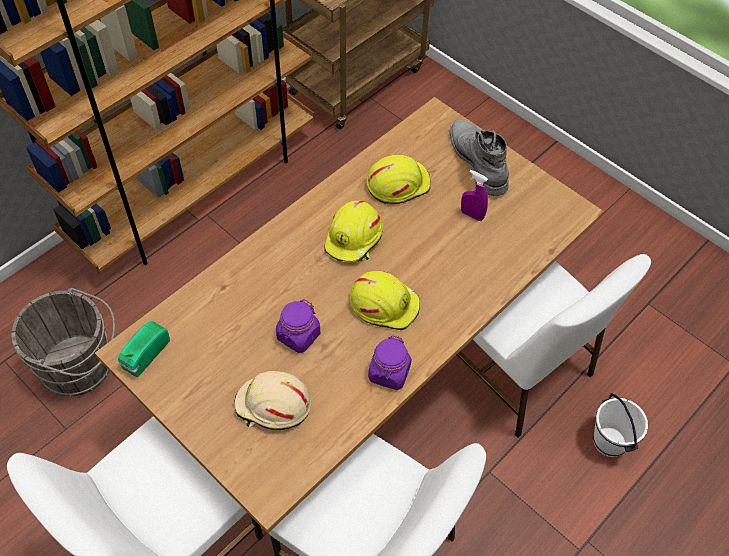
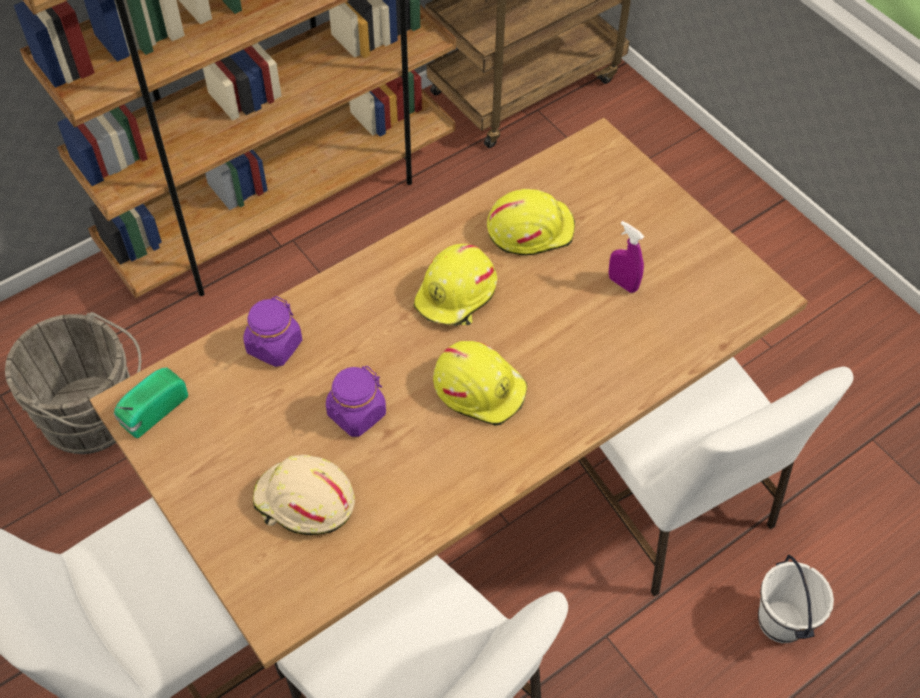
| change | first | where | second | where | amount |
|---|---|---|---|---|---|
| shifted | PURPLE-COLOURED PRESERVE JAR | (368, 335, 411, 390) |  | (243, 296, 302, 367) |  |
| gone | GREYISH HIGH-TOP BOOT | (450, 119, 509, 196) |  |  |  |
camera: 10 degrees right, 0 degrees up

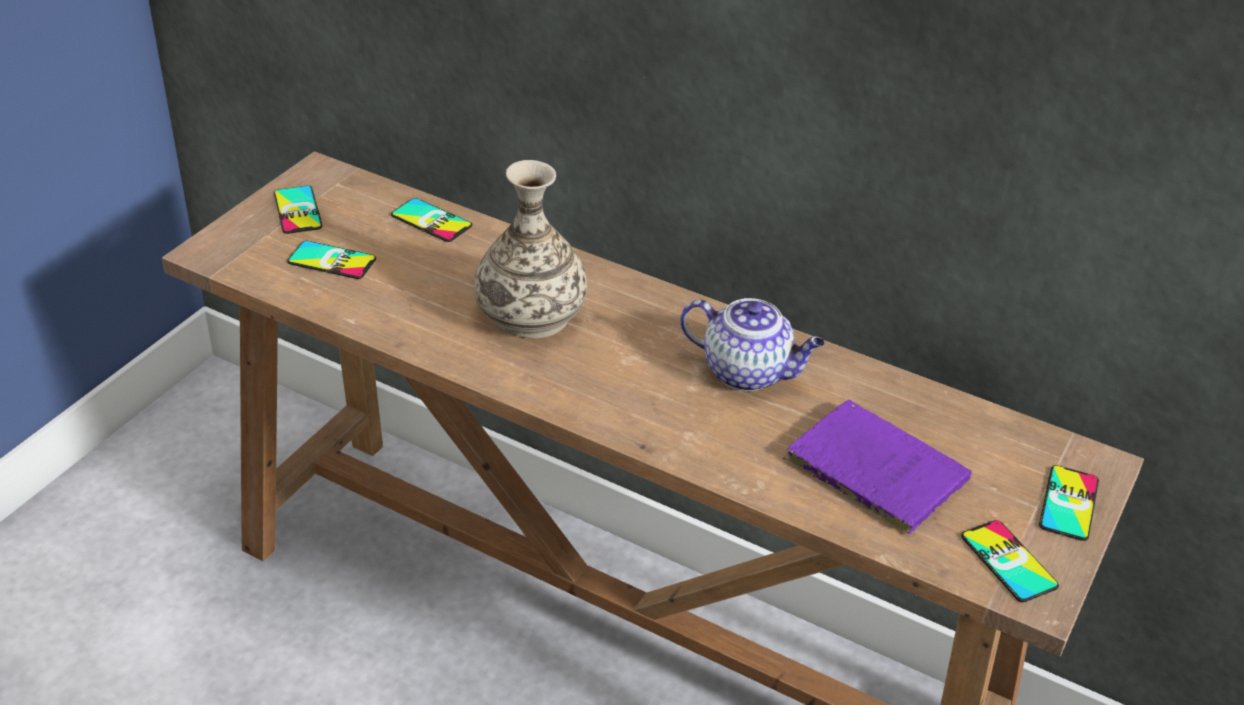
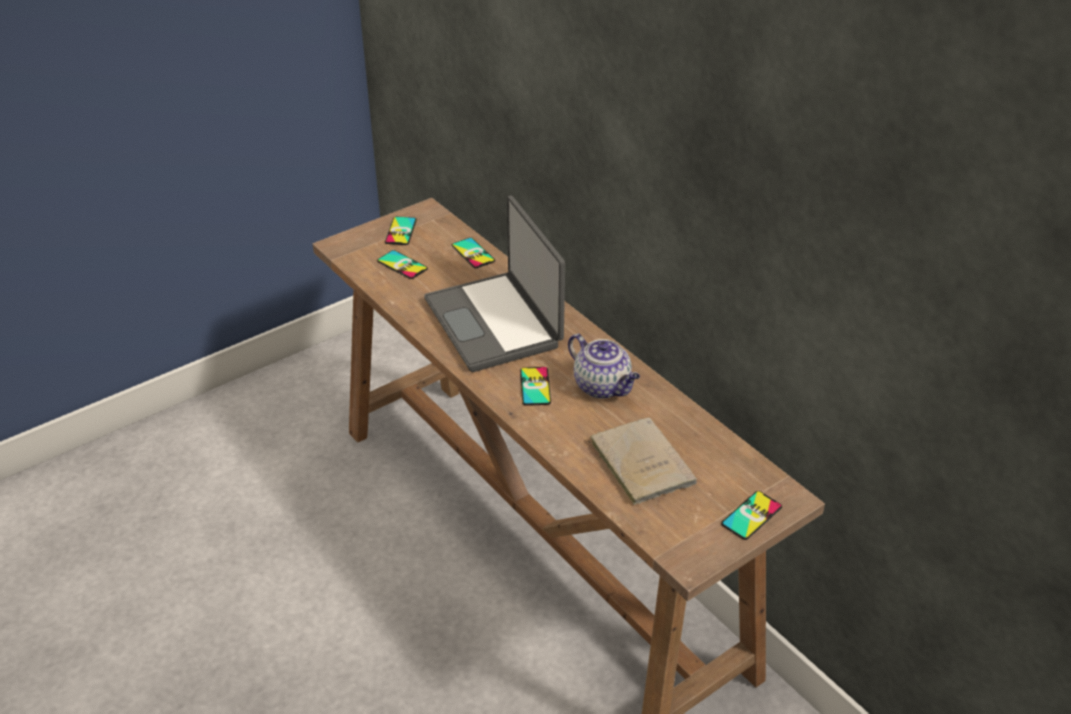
| change | first | where | second | where | amount |
|---|---|---|---|---|---|
| swapped | VASE | (474, 160, 587, 339) | PORTABLE COMPUTER | (424, 195, 565, 372) |  |
| repainted | PURPLE-COLOURED BOUND BOOK | (782, 400, 972, 535) | SAND-COLOURED BOUND BOOK | (588, 418, 697, 505) |  |
| shifted | HANDSET | (961, 520, 1059, 602) |  | (520, 367, 551, 406) |  |
camera: 25 degrees right, 0 degrees up

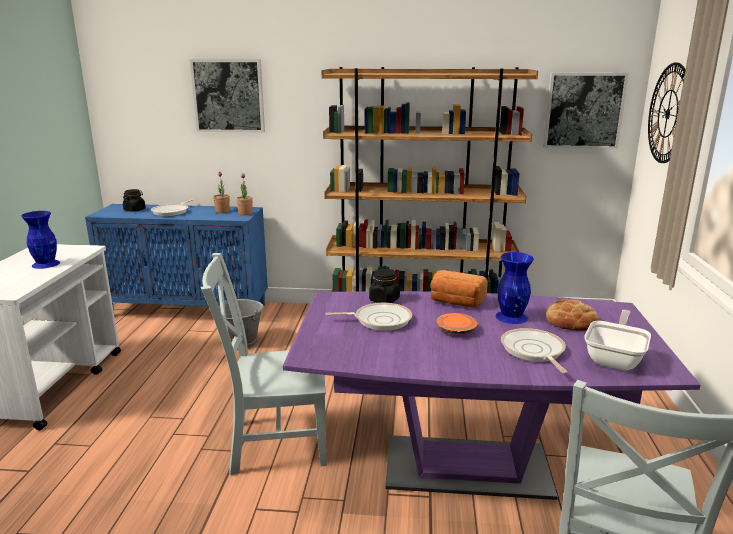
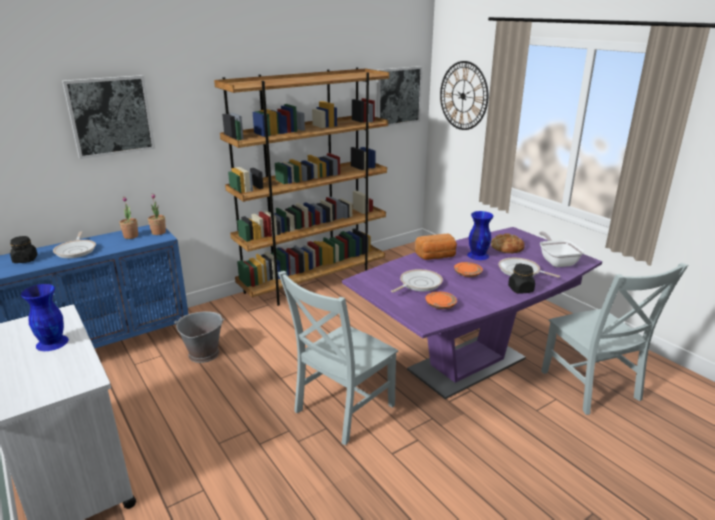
| change | first | where | second | where | amount |
|---|---|---|---|---|---|
| shifted | BLACKISH PRESERVE JAR | (369, 269, 400, 303) |  | (508, 263, 535, 293) |  |
| new |  |  | ORANGE FLAT DISH | (425, 292, 457, 309) |  |
camera: 40 degrees left, 5 degrees up

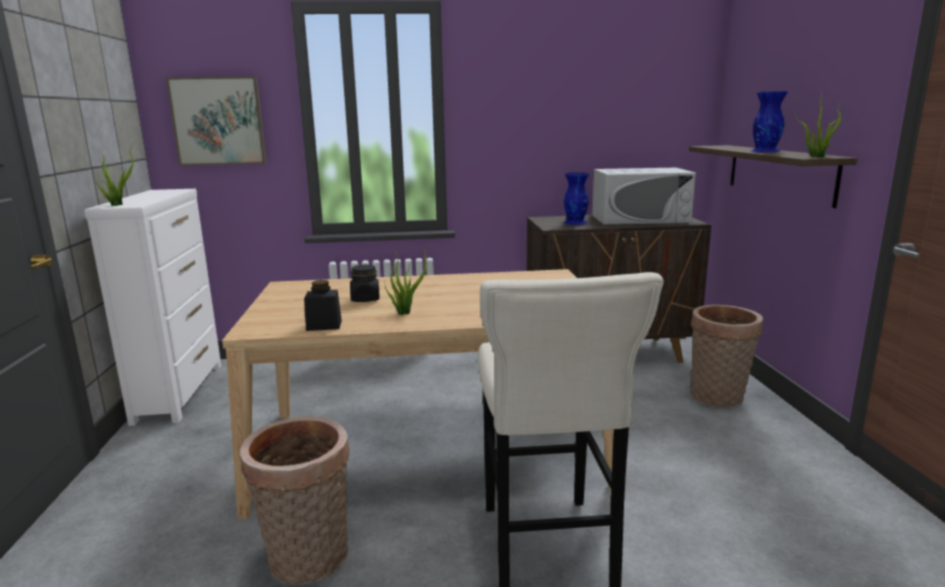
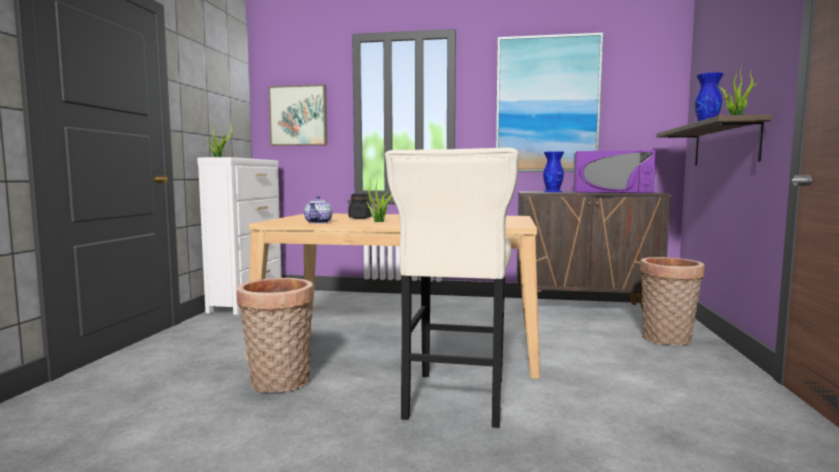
| change | first | where | second | where | amount |
|---|---|---|---|---|---|
| swapped | BLACKISH PRESERVE JAR | (304, 280, 342, 331) | TEAPOT | (304, 196, 332, 224) |  |
| repainted | WHITE MICROWAVE OVEN | (592, 168, 696, 225) | PURPLE-COLOURED MICROWAVE OVEN | (573, 150, 656, 193) |  |
| new |  |  | WALL PICTURE | (496, 33, 603, 172) |  |
camera: 15 degrees right, 10 degrees down

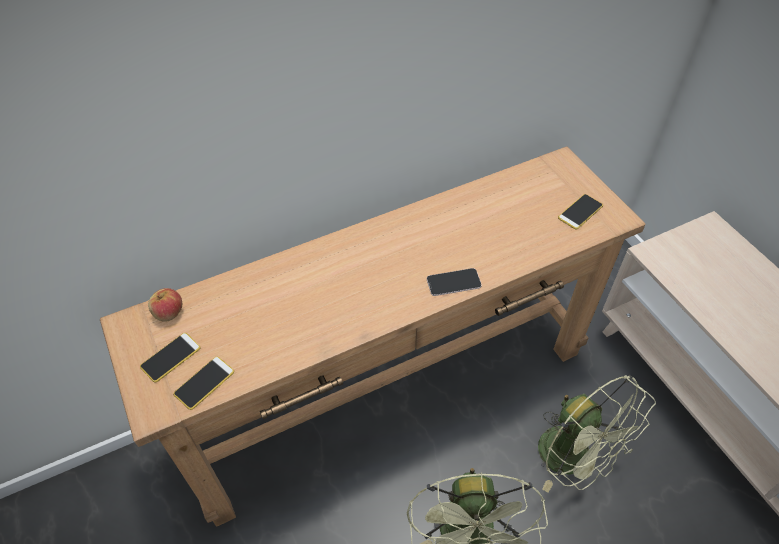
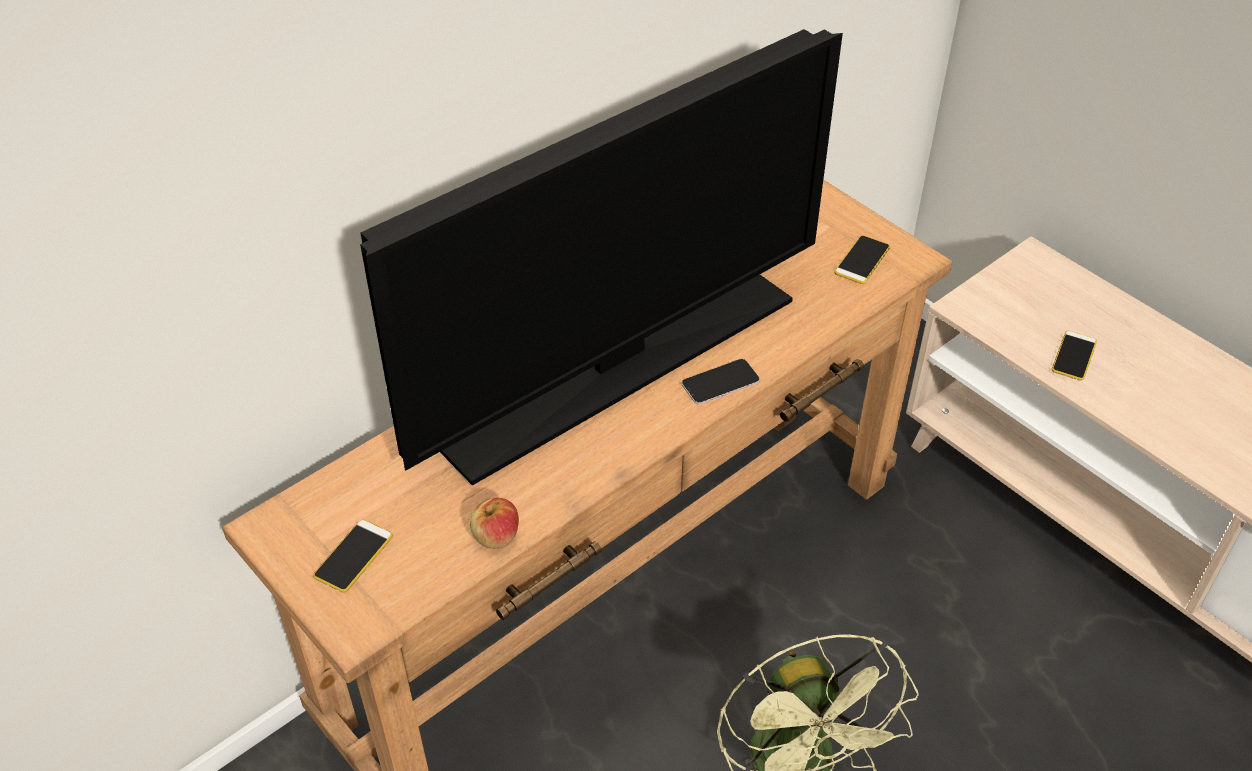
| change | first | where | second | where | amount |
|---|---|---|---|---|---|
| shifted | APPLE FRUIT | (148, 288, 182, 322) |  | (470, 498, 519, 549) |  |
| shifted | HANDSET | (173, 357, 234, 410) |  | (1052, 331, 1097, 381) |  |
| gone | GREEN-COLOURED FAN | (538, 375, 656, 493) |  |  |  |
| new |  |  | TELEVISION | (360, 29, 843, 486) |  |
camera: 15 degrees left, 5 degrees down

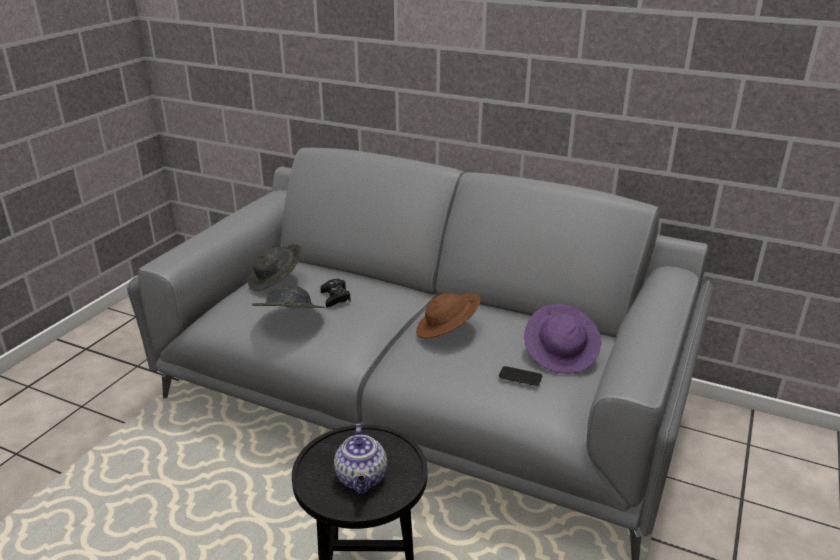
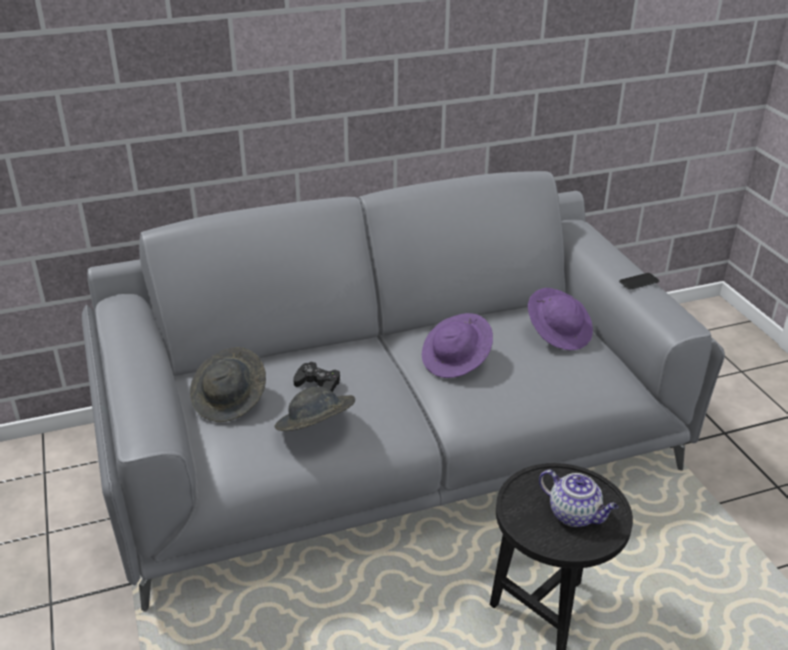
| change | first | where | second | where | amount |
|---|---|---|---|---|---|
| repainted | BROWNISH HAT | (416, 293, 481, 338) | PURPLE-COLOURED HAT | (422, 313, 493, 378) |  |
| shifted | HANDSET | (499, 366, 542, 386) |  | (619, 273, 659, 290) |  |
camera: 45 degrees left, 5 degrees up

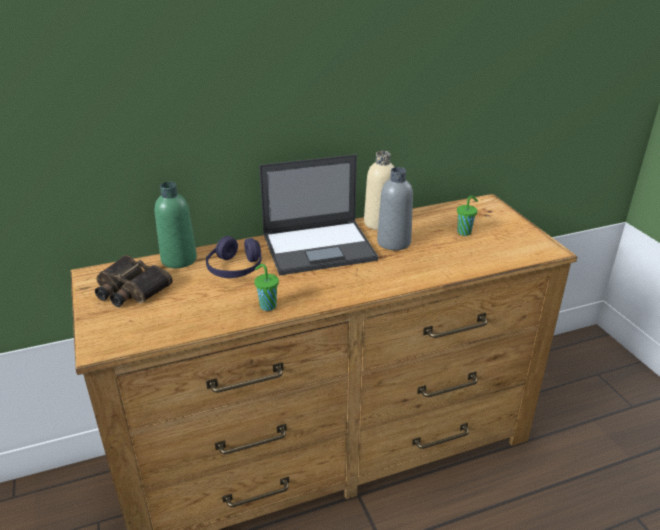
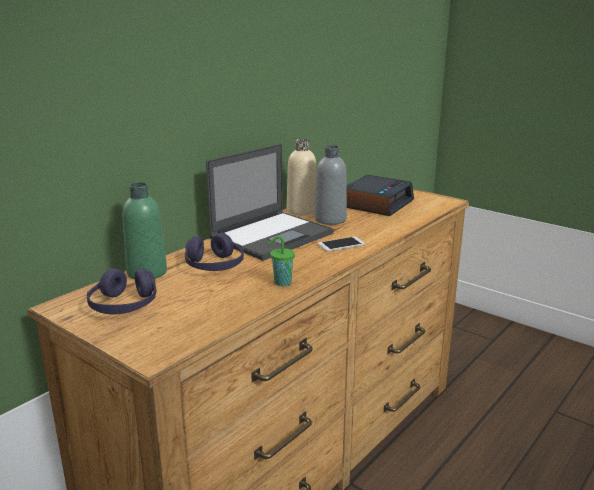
| change | first | where | second | where | amount |
|---|---|---|---|---|---|
| swapped | PAIR OF BINOCULARS | (95, 255, 173, 307) | PURPLE-COLOURED HEADPHONES | (87, 268, 157, 315) |  |
| swapped | GREEN-COLOURED DRINKING CUP | (457, 195, 478, 236) | BEDSIDE CLOCK | (347, 175, 414, 216) |  |
| new |  |  | HANDSET | (318, 236, 365, 252) |  |
camera: 30 degrees left, 10 degrees down

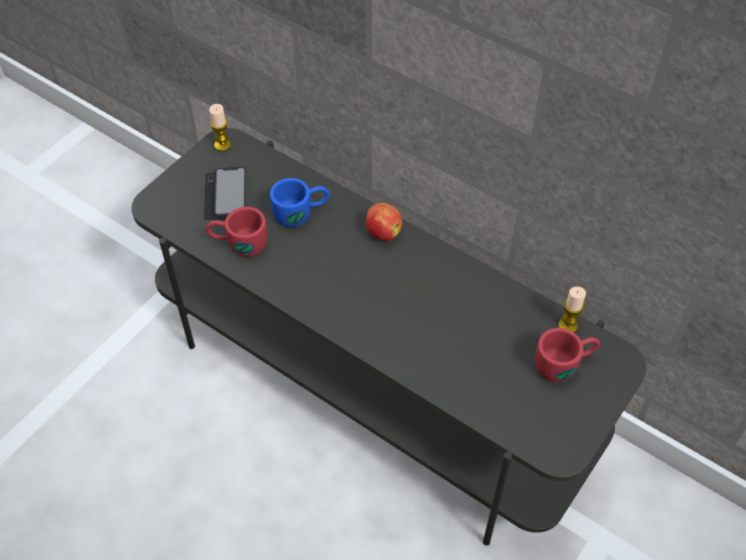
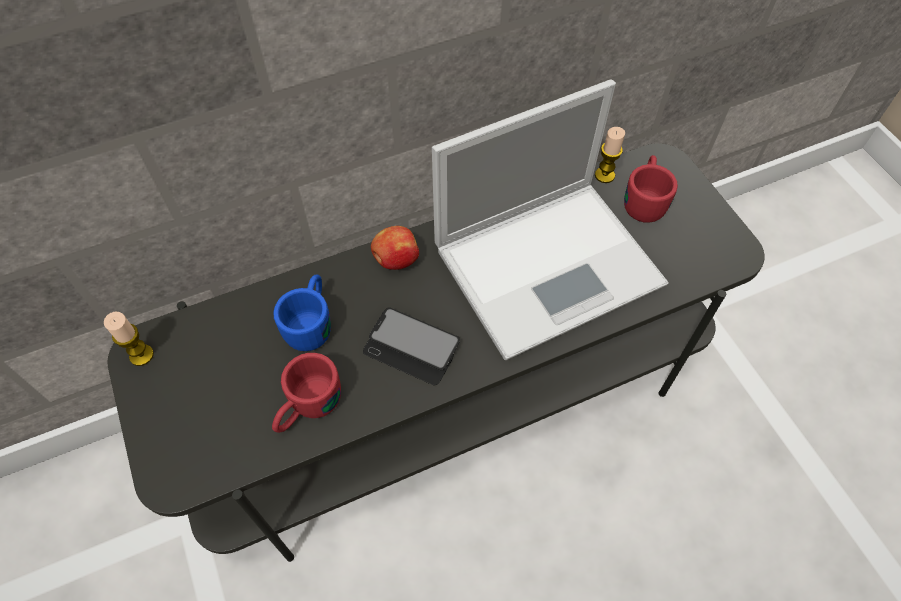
| change | first | where | second | where | amount |
|---|---|---|---|---|---|
| shifted | HANDSET | (204, 167, 246, 220) |  | (363, 307, 460, 386) |  |
| new |  |  | PORTABLE COMPUTER | (432, 79, 669, 360) |  |
camera: 60 degrees left, 5 degrees up

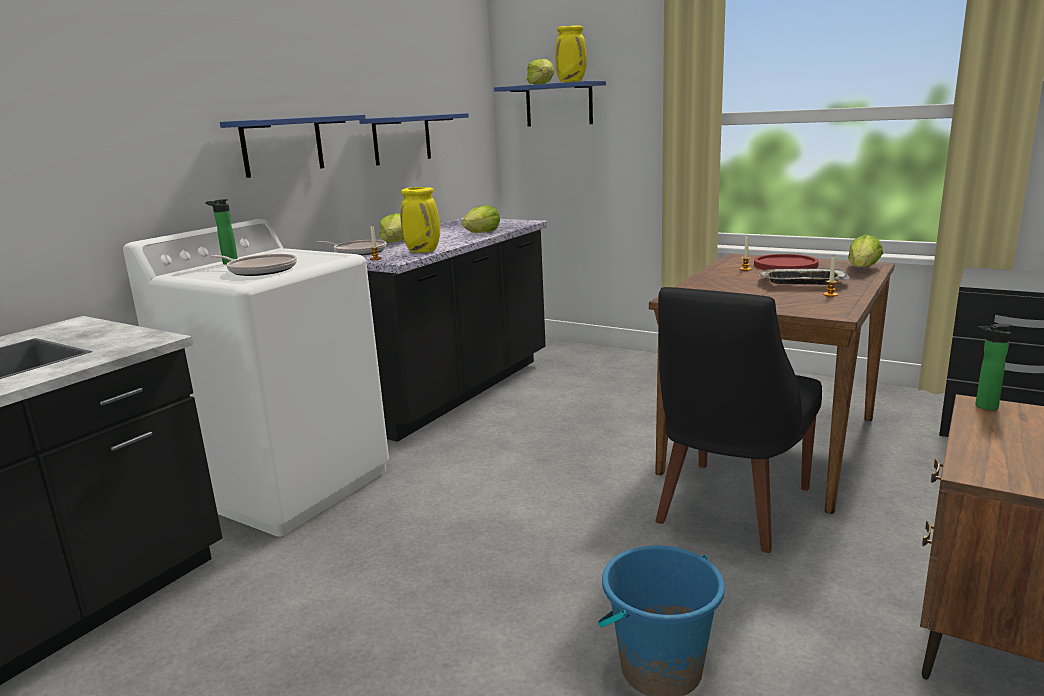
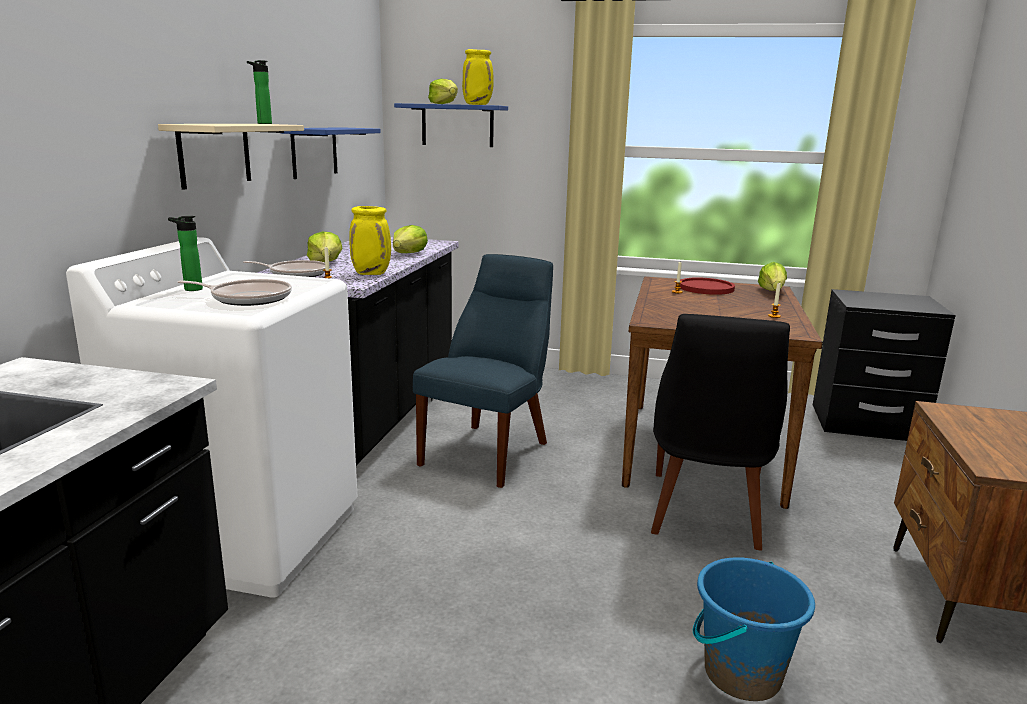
| change | first | where | second | where | amount |
|---|---|---|---|---|---|
| repainted | BLUISH SHELF | (220, 114, 366, 178) | SAND-COLOURED SHELF | (158, 124, 304, 190) |  |
| gone | CARRYING TRAY | (759, 268, 850, 285) |  |  |  |
| shifted | DRINK BOTTLE | (975, 323, 1011, 410) |  | (247, 60, 272, 124) |  |
| new |  |  | BLUISH UPRIGHT CHAIR | (413, 254, 553, 488) |  |
camera: 20 degrees left, 0 degrees up

